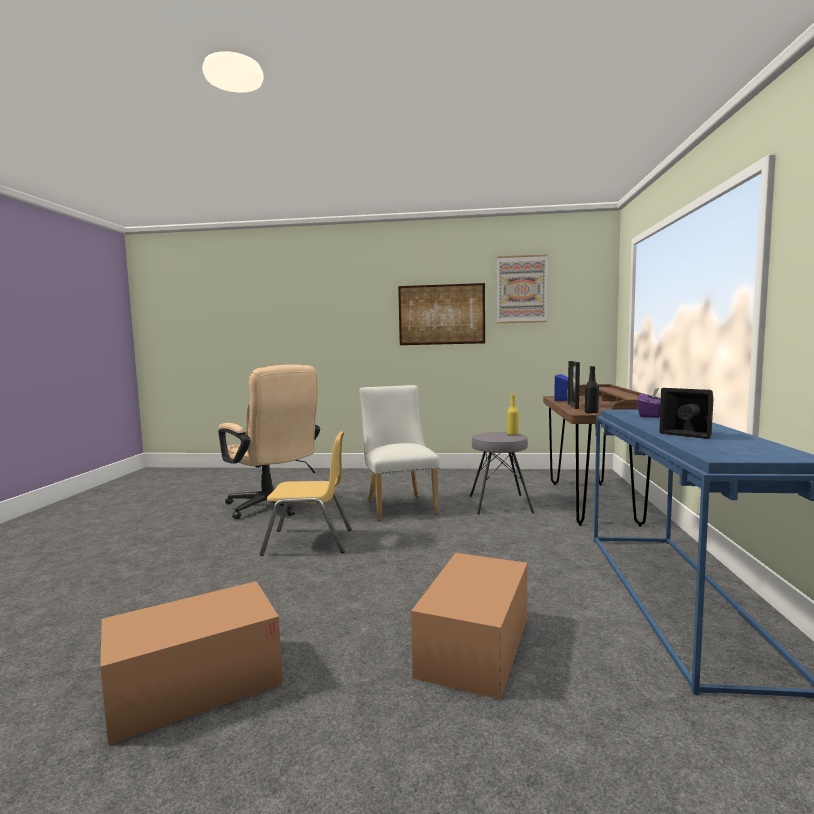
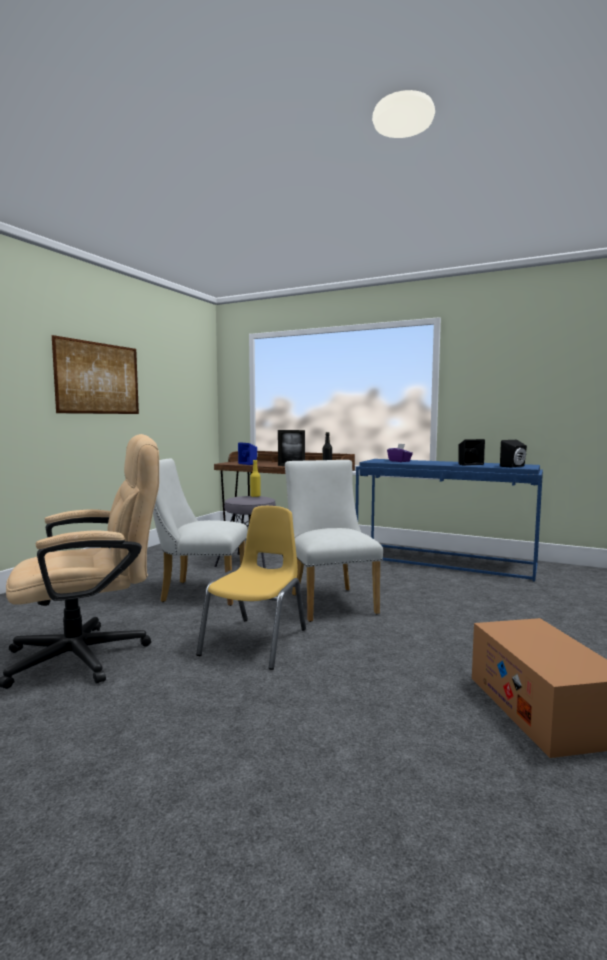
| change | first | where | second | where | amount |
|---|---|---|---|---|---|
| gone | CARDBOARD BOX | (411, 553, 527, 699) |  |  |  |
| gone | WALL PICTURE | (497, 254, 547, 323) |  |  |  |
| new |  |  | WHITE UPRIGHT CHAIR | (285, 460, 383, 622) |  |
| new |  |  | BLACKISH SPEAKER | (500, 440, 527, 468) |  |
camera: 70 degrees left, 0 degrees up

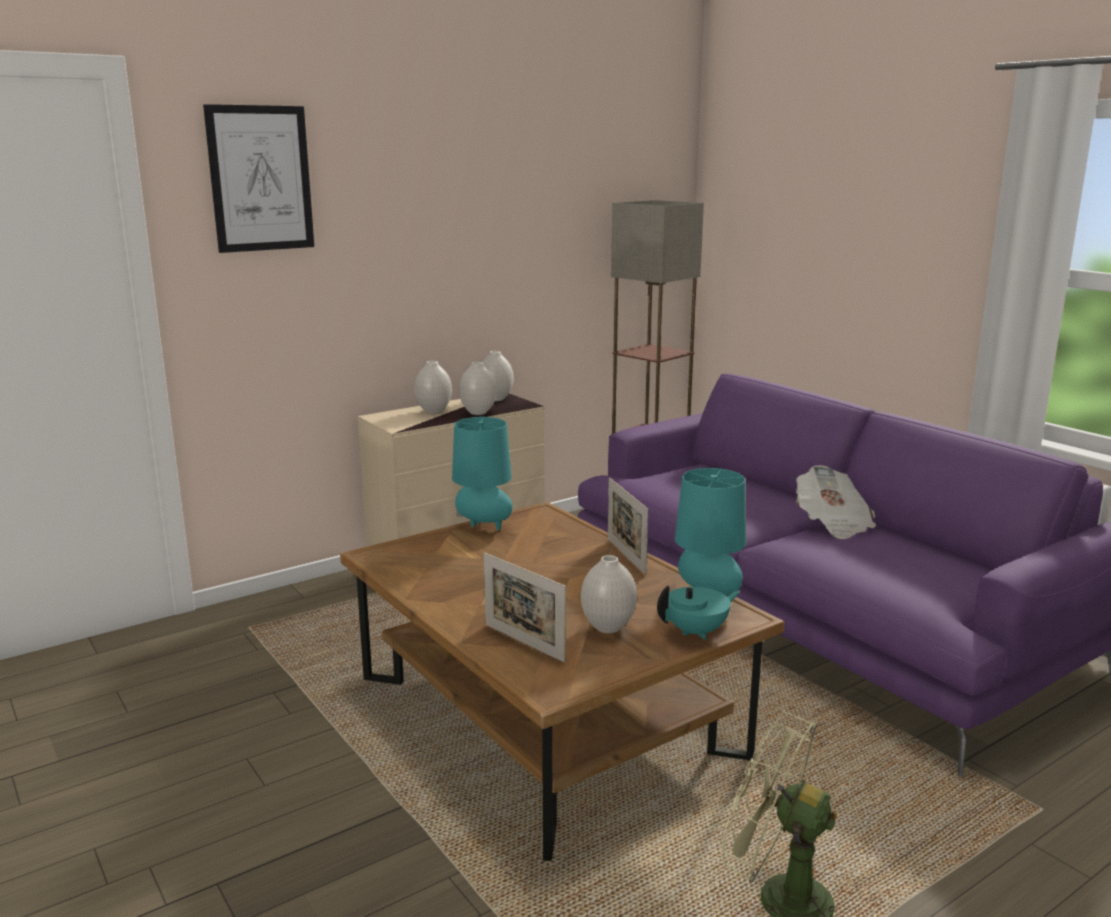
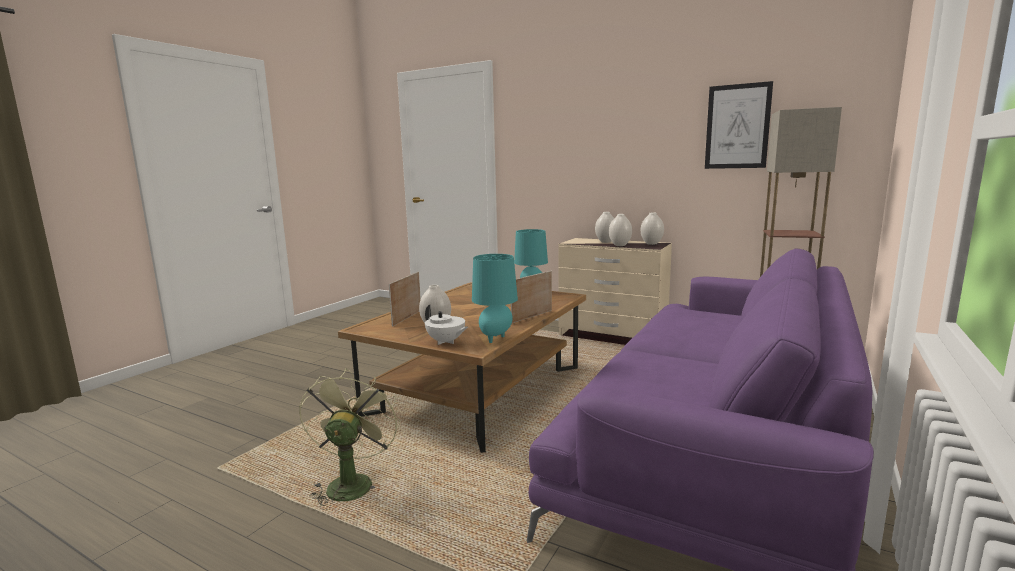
| change | first | where | second | where | amount |
|---|---|---|---|---|---|
| shifted | WALL PICTURE | (203, 104, 314, 253) |  | (705, 81, 773, 169) |  |
| repainted | BLUE-GREEN TEAPOT | (657, 585, 740, 640) | WHITE TEAPOT | (425, 305, 468, 345) |  |
| gone | PRINTED PAPER | (796, 465, 876, 539) |  |  |  |
camera: 65 degrees right, 5 degrees down

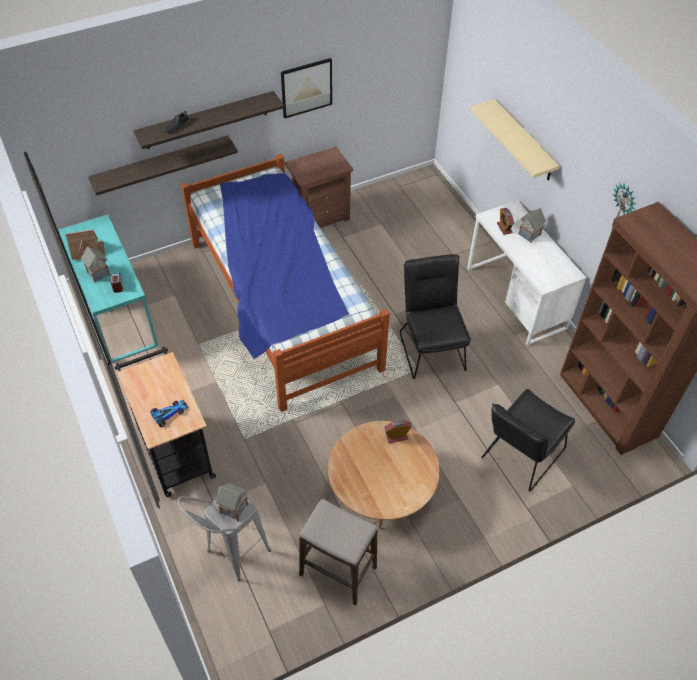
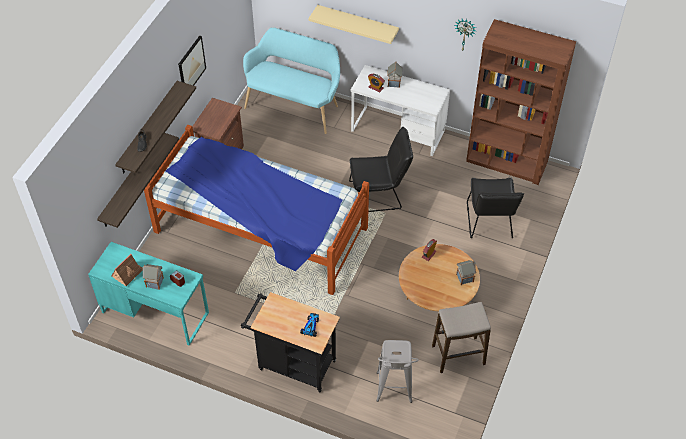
| change | first | where | second | where | amount |
|---|---|---|---|---|---|
| shifted | TOY HOUSE | (216, 483, 248, 522) |  | (456, 260, 476, 285) |  |
| rotated | BLACKISH UPRIGHT CHAIR | (400, 254, 471, 379) |  | (349, 127, 413, 212) | 135 degrees clockwise |
| new |  |  | BLUE-GREEN INDOOR BENCH | (243, 27, 340, 134) |  |
camera: 40 degrees left, 0 degrees up

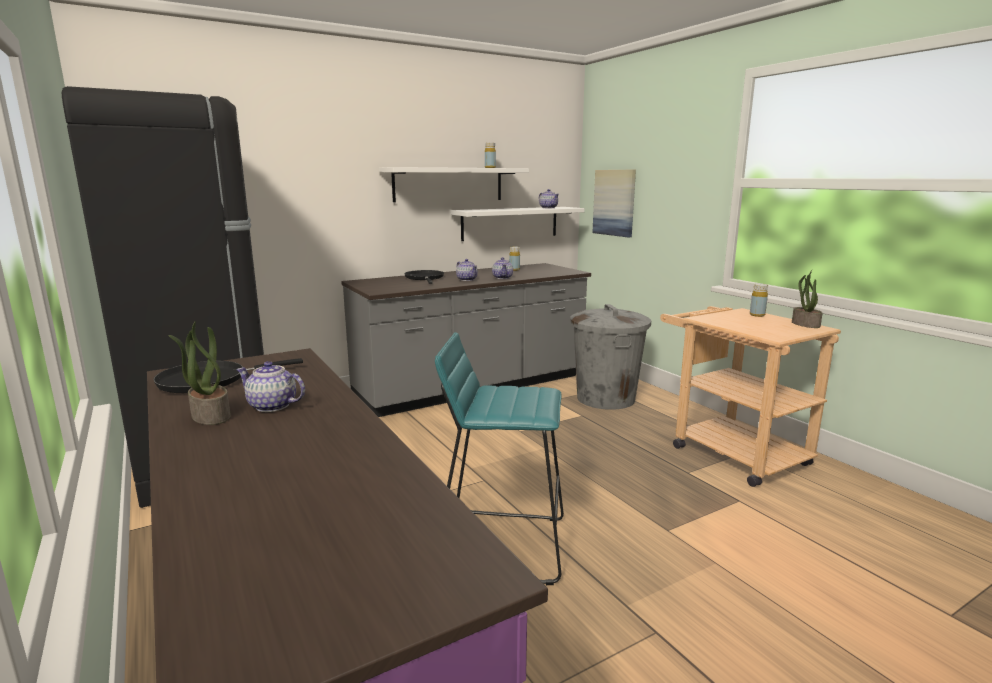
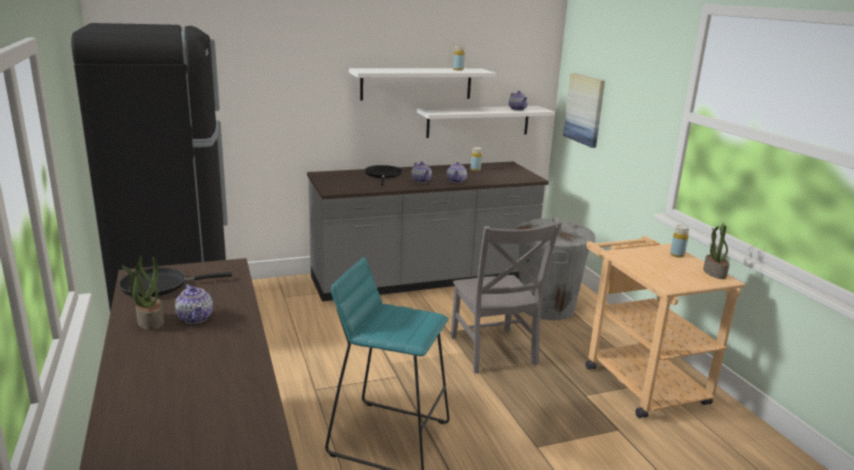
| change | first | where | second | where | amount |
|---|---|---|---|---|---|
| rotated | TEAPOT | (236, 361, 305, 412) |  | (175, 284, 213, 324) | 150 degrees counterclockwise |
| new |  |  | GREYISH UPRIGHT CHAIR | (451, 221, 562, 373) |  |
camera: 10 degrees right, 5 degrees up

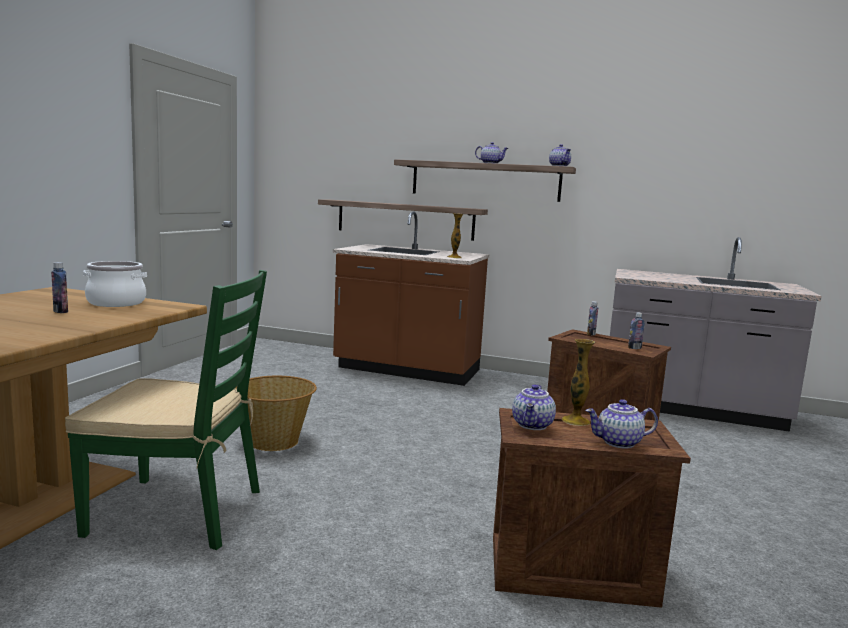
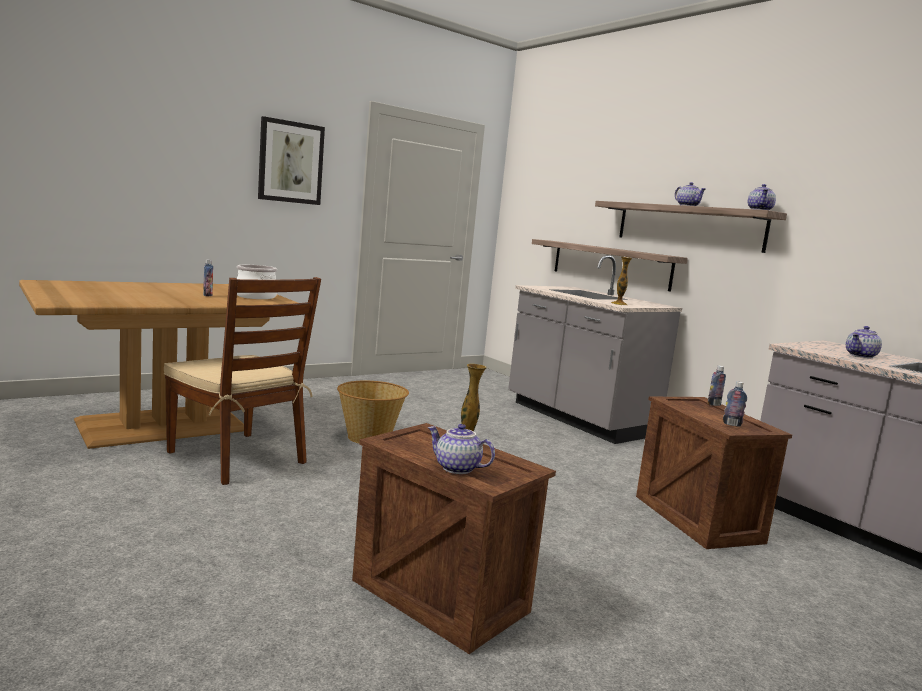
| change | first | where | second | where | amount |
|---|---|---|---|---|---|
| repainted | GREEN-COLOURED UPRIGHT CHAIR | (65, 270, 267, 550) | BROWNISH UPRIGHT CHAIR | (164, 277, 321, 485) |  |
| repainted | BROWNISH KITCHEN BASE UNIT | (333, 212, 489, 386) | GREYISH KITCHEN BASE UNIT | (508, 255, 682, 444) |  |
| shifted | TEAPOT | (512, 384, 556, 430) |  | (846, 326, 882, 358) |  |
| new |  |  | WALL PICTURE | (258, 116, 325, 205) |  |
camera: 35 degrees right, 0 degrees up

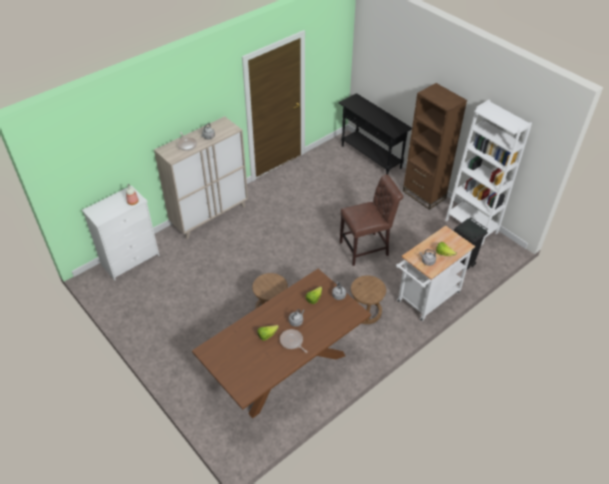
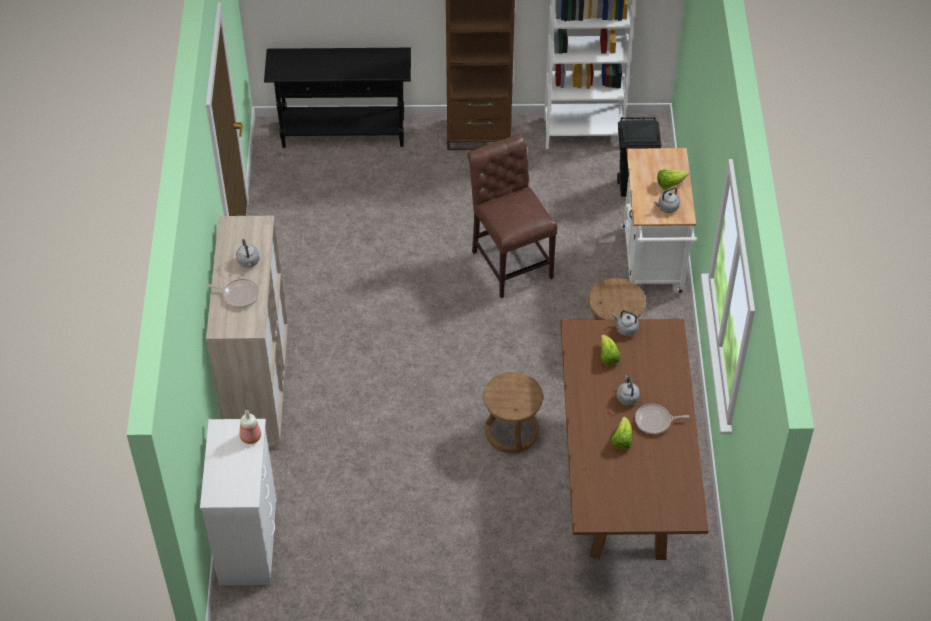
| change | first | where | second | where | amount |
|---|---|---|---|---|---|
| rotated | BROWNISH UPRIGHT CHAIR | (340, 174, 403, 266) |  | (467, 134, 558, 298) | 45 degrees counterclockwise |
camera: 50 degrees left, 5 degrees up

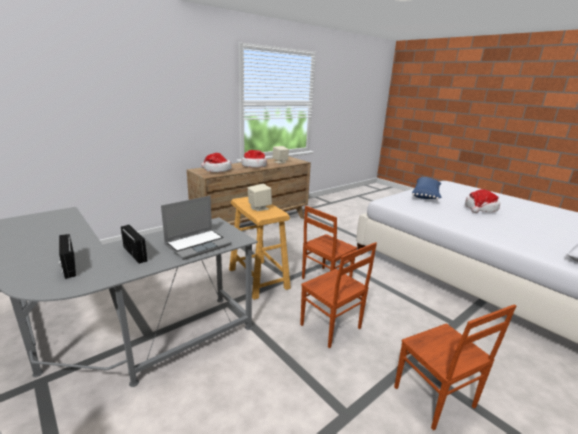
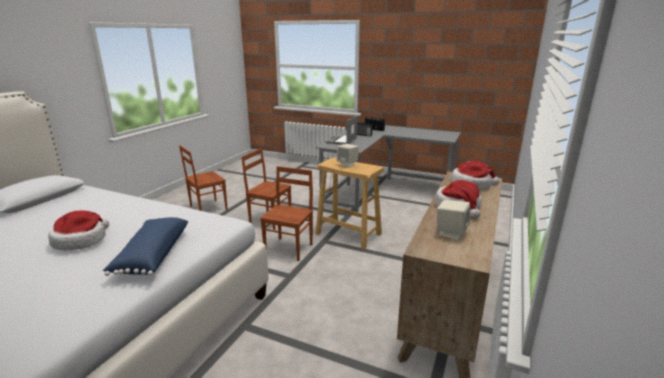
| change | first | where | second | where | amount |
|---|---|---|---|---|---|
| rotated | BROWNISH UPRIGHT CHAIR | (394, 304, 516, 431) |  | (179, 145, 228, 211) | 75 degrees counterclockwise |
camera: 155 degrees right, 0 degrees up

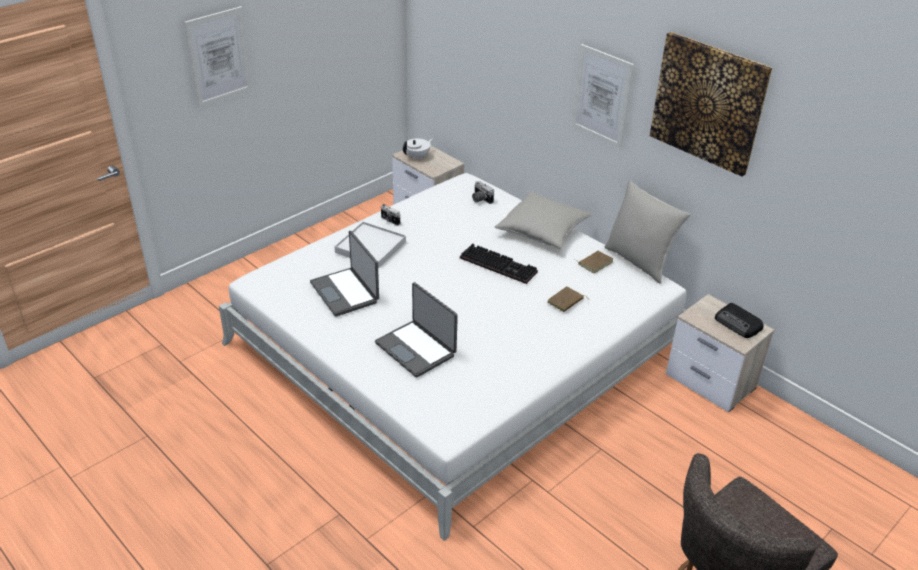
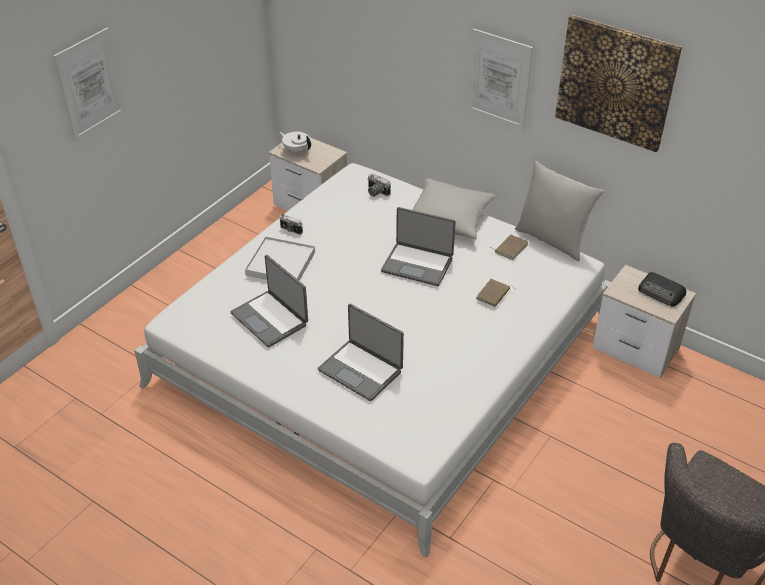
| change | first | where | second | where | amount |
|---|---|---|---|---|---|
| rotated | WHITE TEAPOT | (403, 138, 433, 160) |  | (279, 132, 311, 154) | 90 degrees counterclockwise |
| swapped | PC KEYBOARD | (460, 243, 538, 284) | PORTABLE COMPUTER | (381, 207, 456, 286) |  |
camera: 10 degrees left, 5 degrees up

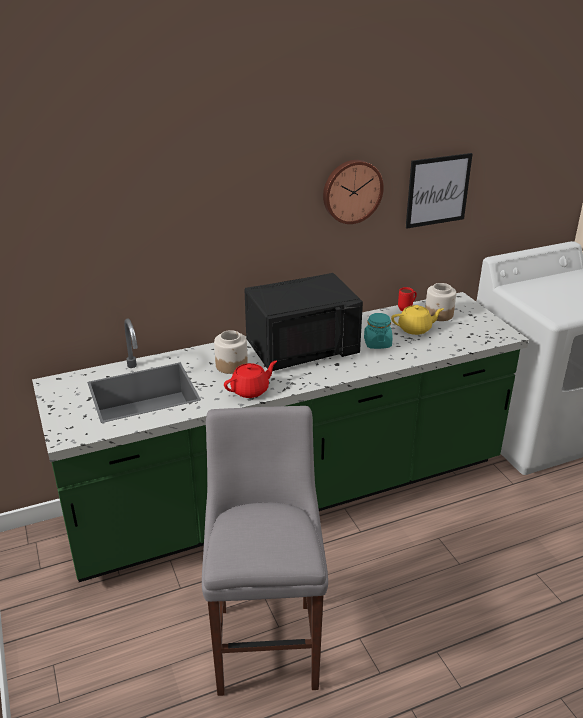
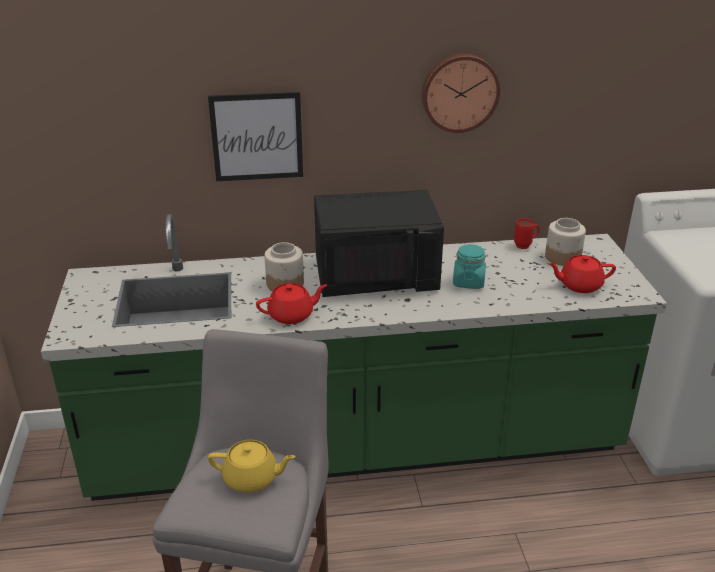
| change | first | where | second | where | amount |
|---|---|---|---|---|---|
| shifted | YELLOWISH TEAPOT | (391, 305, 444, 335) |  | (208, 440, 296, 493) |  |
| shifted | WALL PICTURE | (406, 153, 472, 228) |  | (208, 92, 303, 181) |  |
| new |  |  | REDDISH TEAPOT | (548, 255, 616, 293) |  |
camera: 15 degrees right, 0 degrees up

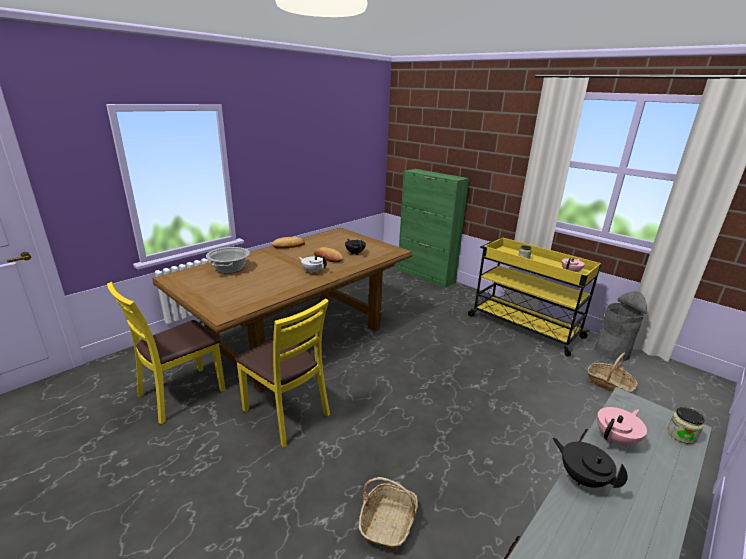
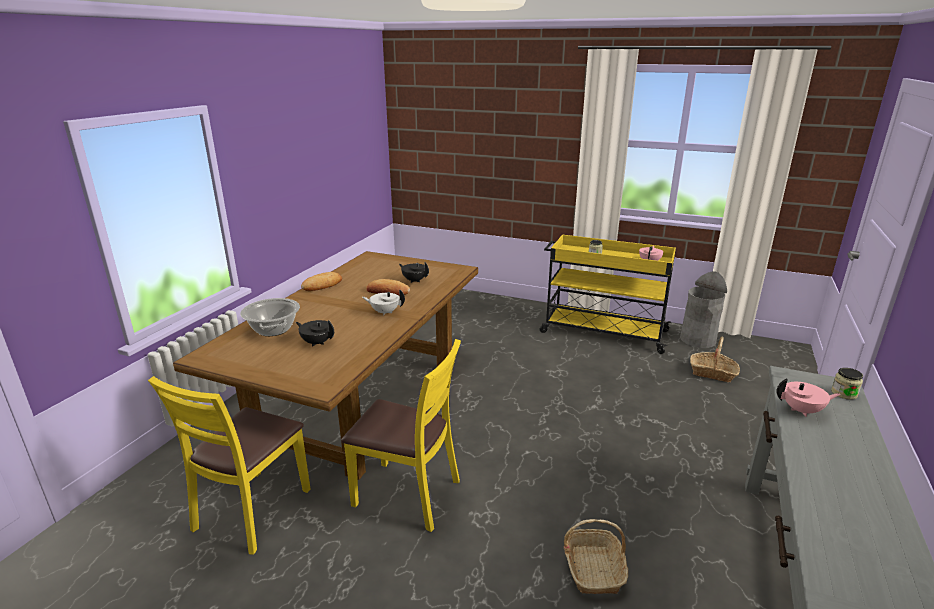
| change | first | where | second | where | amount |
|---|---|---|---|---|---|
| gone | GREEN-COLOURED CABINET | (397, 169, 469, 288) |  |  |  |
| shifted | BLACKISH TEAPOT | (553, 438, 628, 488) |  | (296, 320, 334, 346) |  |
| rotated | PINK TEAPOT | (597, 407, 647, 447) |  | (776, 379, 841, 417) | 60 degrees clockwise |
camera: 20 degrees left, 0 degrees up

